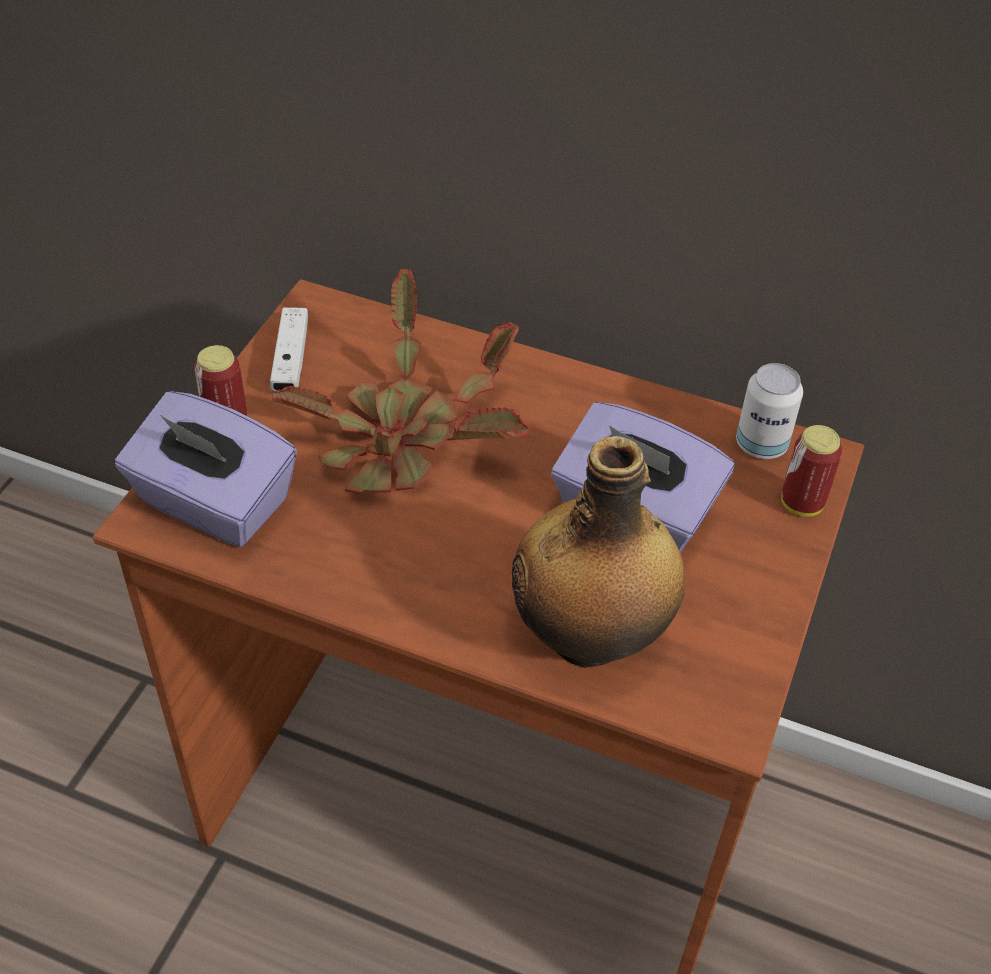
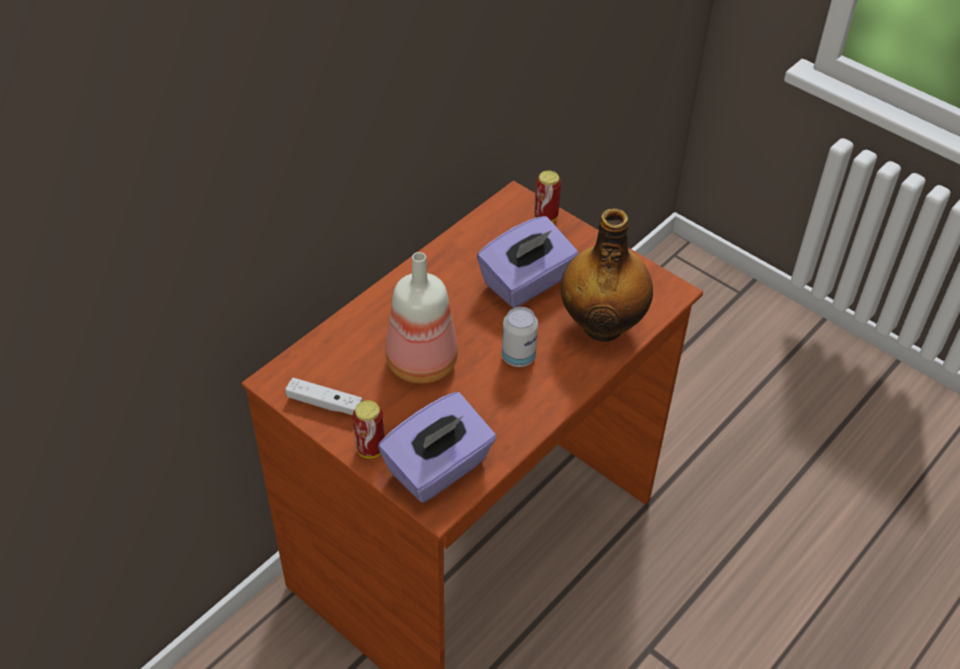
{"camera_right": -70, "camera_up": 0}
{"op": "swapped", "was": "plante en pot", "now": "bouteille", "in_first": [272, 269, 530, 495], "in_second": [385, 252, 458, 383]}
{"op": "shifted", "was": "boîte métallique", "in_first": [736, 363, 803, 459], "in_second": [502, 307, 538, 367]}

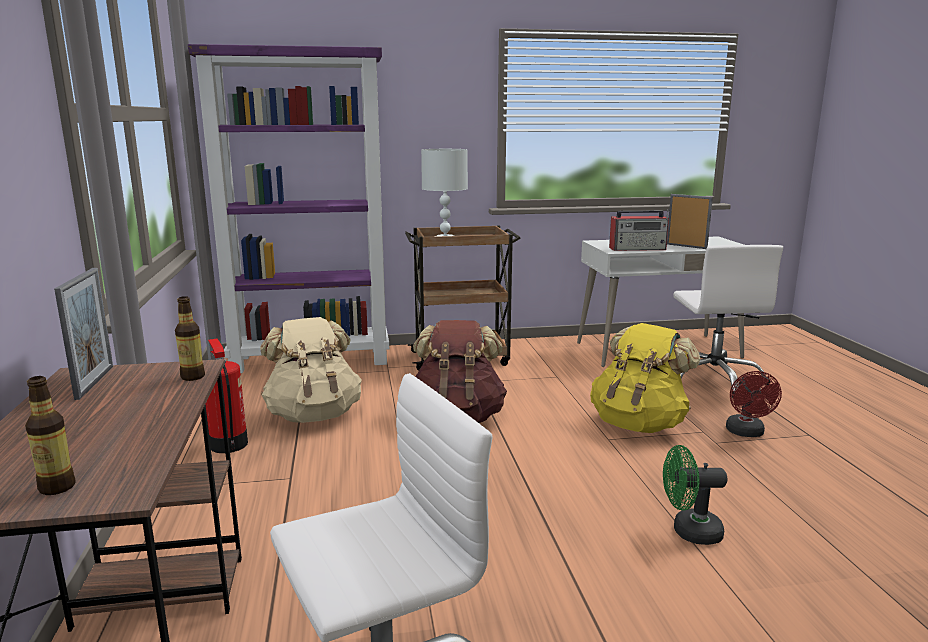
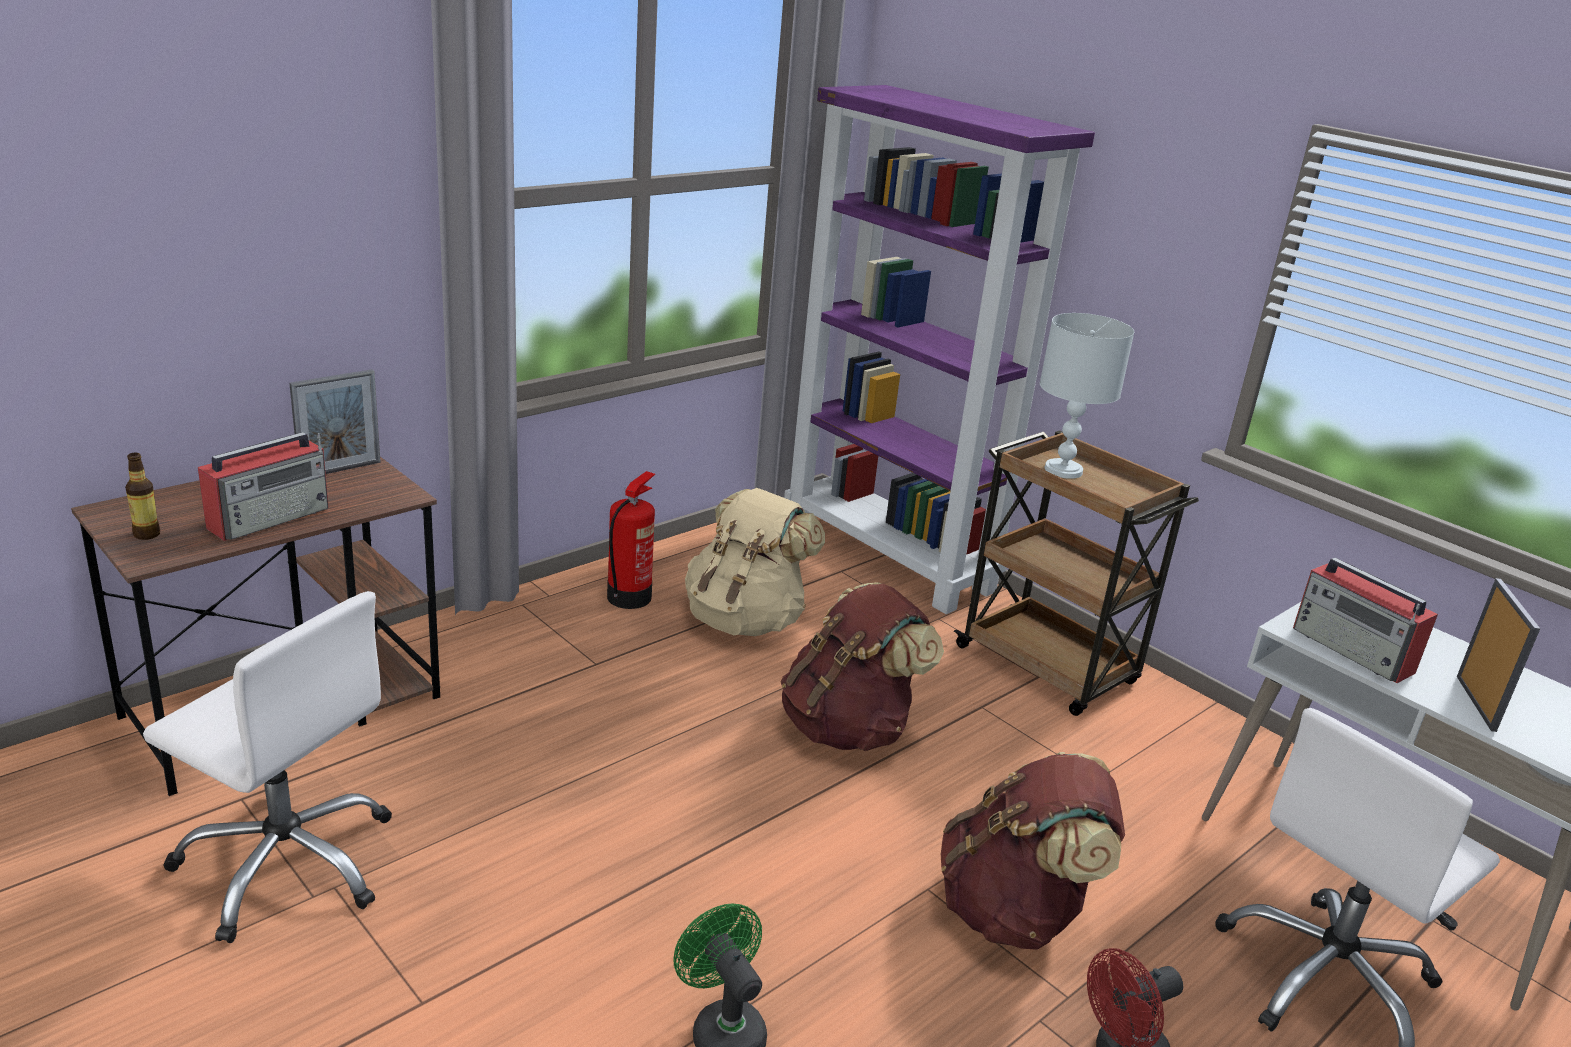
{"camera_right": 55, "camera_up": 10}
{"op": "new", "now": "radio", "in_second": [198, 432, 329, 541]}
{"op": "repainted", "was": "sac à dos/jaune", "now": "sac à dos/marron", "in_first": [590, 323, 700, 433], "in_second": [941, 752, 1125, 950]}
{"op": "gone", "was": "bouteille", "in_first": [175, 296, 205, 381]}

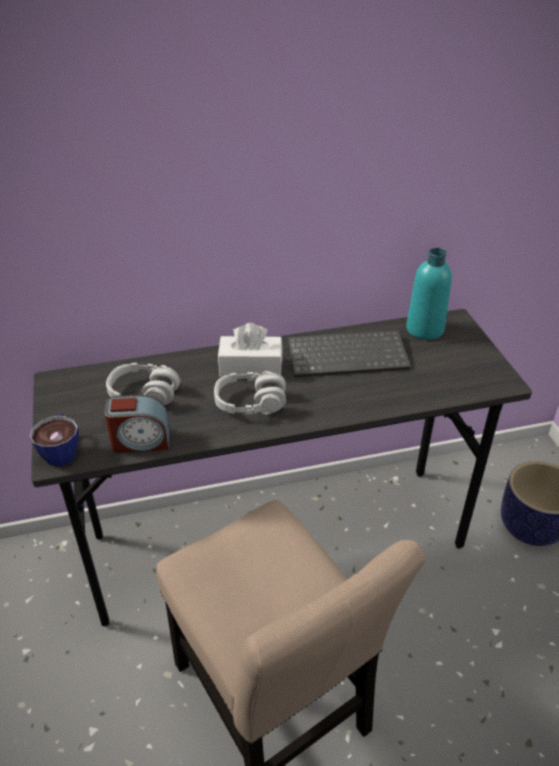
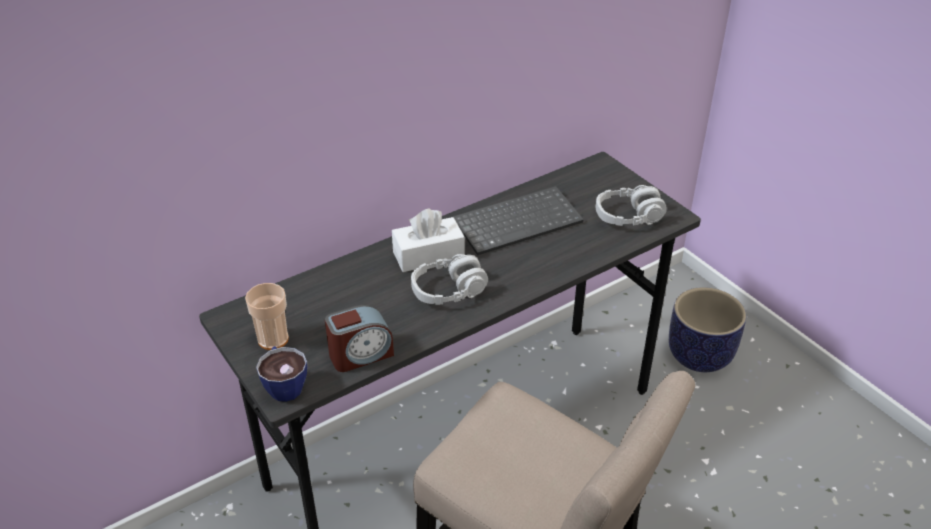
{"camera_right": -20, "camera_up": 0}
{"op": "new", "now": "tasse", "in_second": [245, 283, 289, 350]}
{"op": "shifted", "was": "casque audio/gris", "in_first": [106, 363, 180, 405], "in_second": [596, 185, 667, 226]}
{"op": "gone", "was": "bouteille/turquoise", "in_first": [406, 248, 452, 340]}

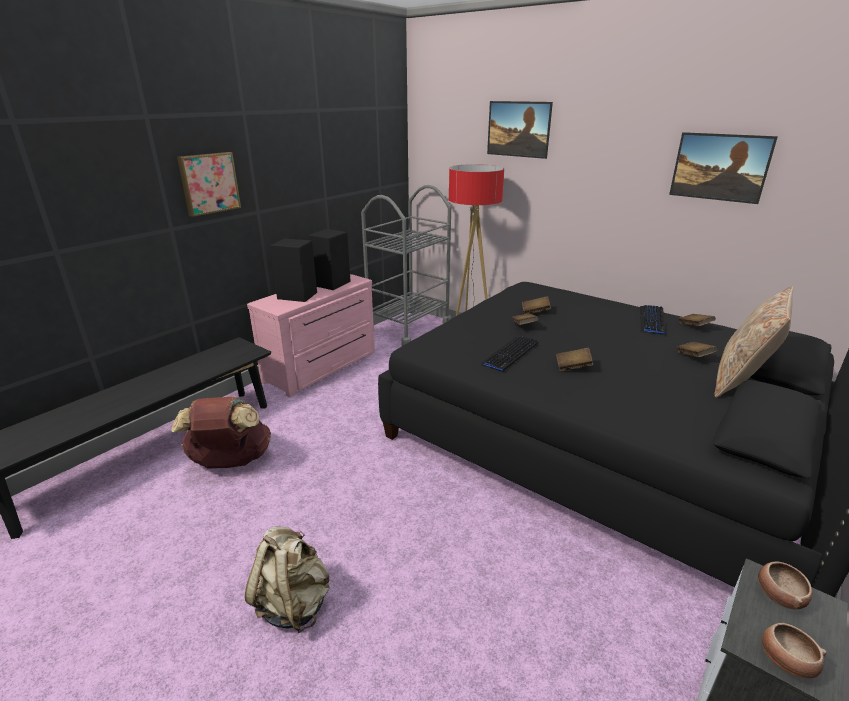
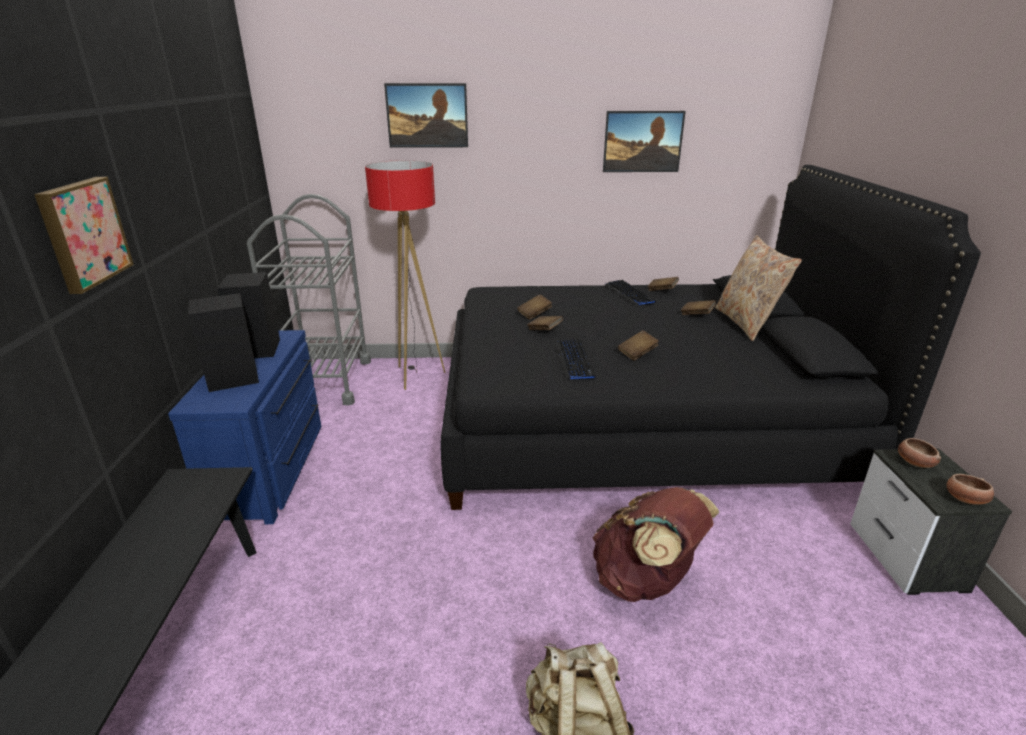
{"camera_right": -40, "camera_up": 0}
{"op": "repainted", "was": "commode/rose", "now": "commode/bleu", "in_first": [247, 274, 375, 397], "in_second": [168, 330, 321, 524]}
{"op": "shifted", "was": "sac à dos/marron", "in_first": [171, 396, 271, 468], "in_second": [593, 487, 719, 602]}

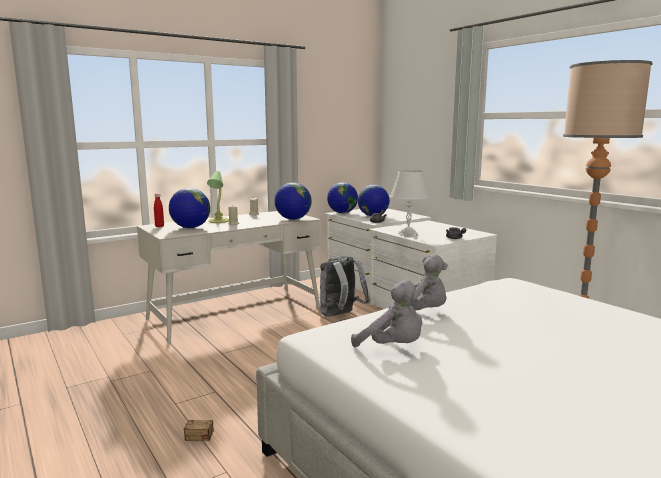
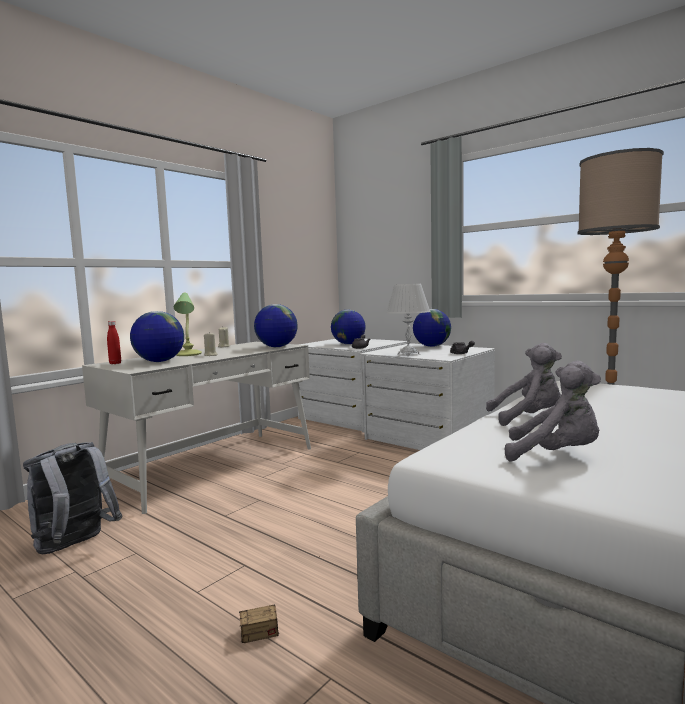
{"camera_right": -15, "camera_up": -5}
{"op": "shifted", "was": "sac à dos/gris", "in_first": [320, 256, 370, 317], "in_second": [23, 442, 122, 554]}
{"op": "shifted", "was": "globe", "in_first": [327, 182, 358, 213], "in_second": [413, 309, 451, 347]}

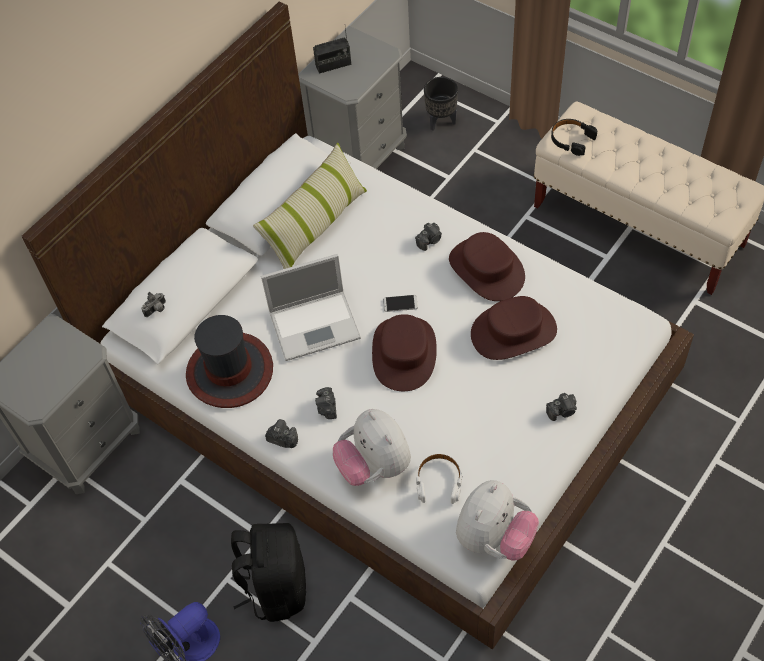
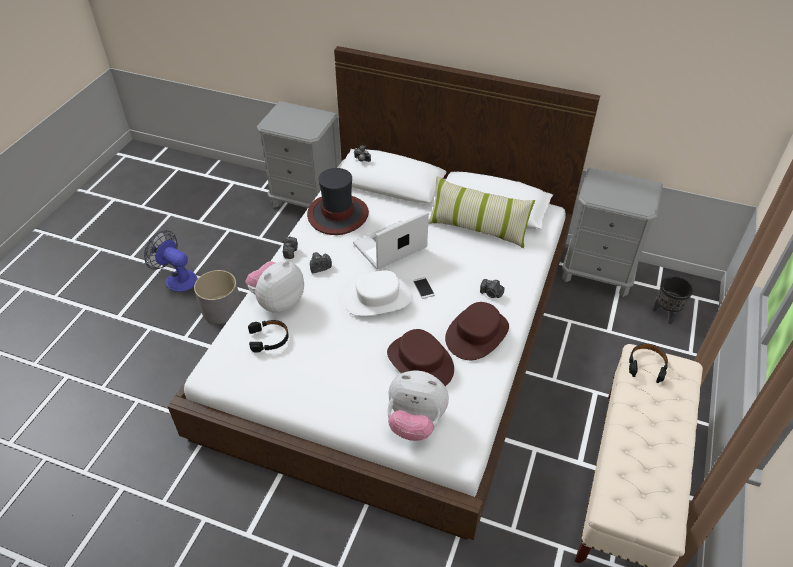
{"camera_right": 70, "camera_up": -10}
{"op": "swapped", "was": "sac à dos/noir", "now": "cache-pot/gris", "in_first": [231, 523, 306, 622], "in_second": [194, 270, 240, 324]}
{"op": "repainted", "was": "casque audio/blanc", "now": "casque audio/noir", "in_first": [416, 453, 462, 504], "in_second": [248, 320, 289, 353]}
{"op": "repainted", "was": "chapeau/marron", "now": "chapeau/blanc", "in_first": [372, 314, 437, 391], "in_second": [343, 270, 413, 316]}
{"op": "rotated", "was": "ordinateur portable", "in_first": [261, 254, 361, 361], "in_second": [353, 211, 429, 270], "clockwise": 90}
{"op": "shifted", "was": "peluche", "in_first": [456, 480, 539, 560], "in_second": [387, 371, 449, 441]}
{"op": "gone", "was": "radio", "in_first": [313, 28, 351, 74]}
{"op": "gone", "was": "appareil photo", "in_first": [546, 393, 577, 421]}

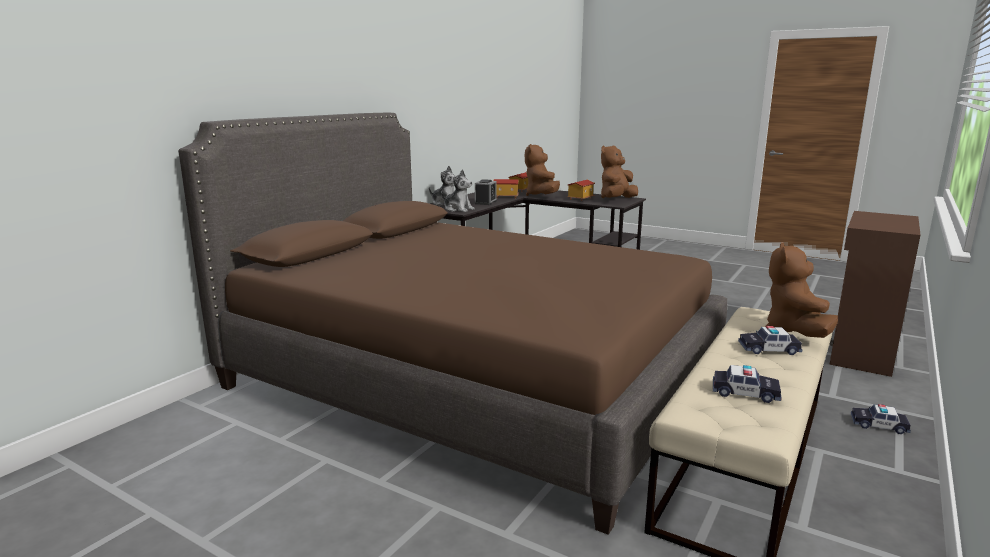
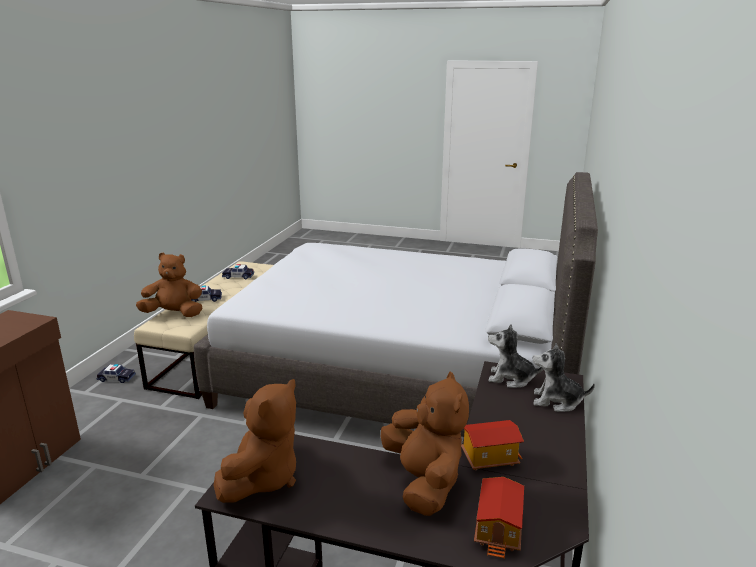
{"camera_right": 165, "camera_up": 5}
{"op": "rotated", "was": "peluche/marron", "in_first": [765, 242, 838, 338], "in_second": [136, 253, 202, 317], "clockwise": -90}
{"op": "repainted", "was": "lit/marron", "now": "lit/gris", "in_first": [178, 113, 727, 535], "in_second": [194, 172, 598, 437]}
{"op": "gone", "was": "réveil", "in_first": [475, 179, 497, 205]}
{"op": "gone", "was": "maison miniature", "in_first": [567, 179, 595, 201]}

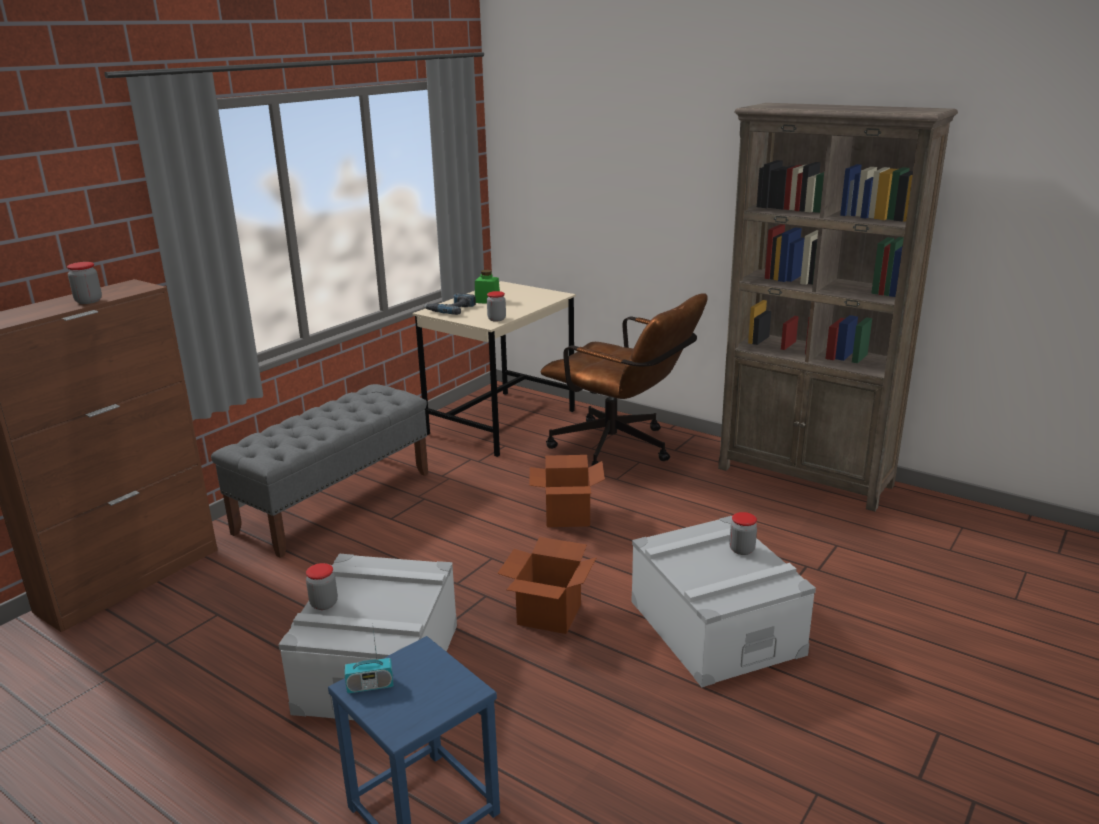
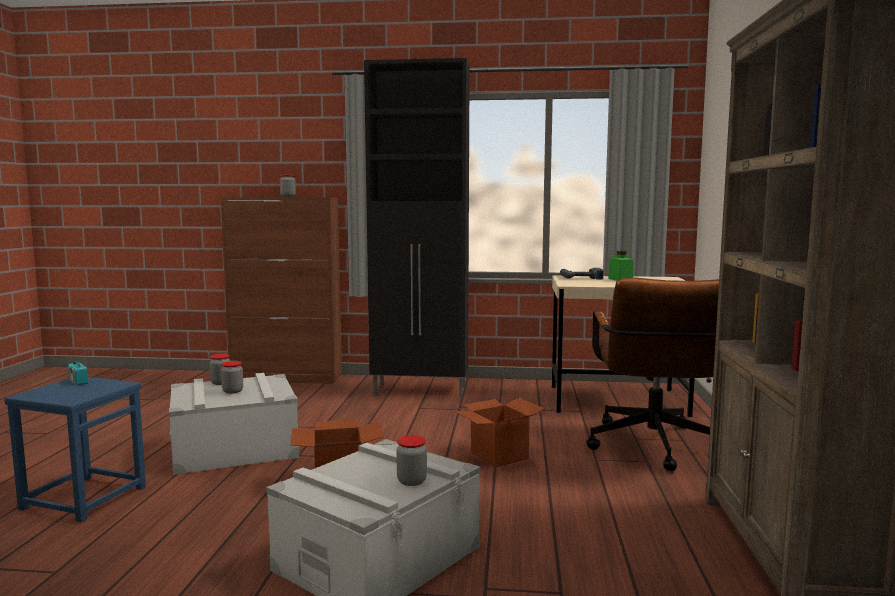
{"camera_right": 60, "camera_up": -15}
{"op": "shifted", "was": "bocal", "in_first": [487, 291, 506, 322], "in_second": [221, 361, 243, 394]}
{"op": "swapped", "was": "banc/gris", "now": "meuble de rangement/noir", "in_first": [211, 384, 428, 558], "in_second": [364, 58, 470, 398]}

